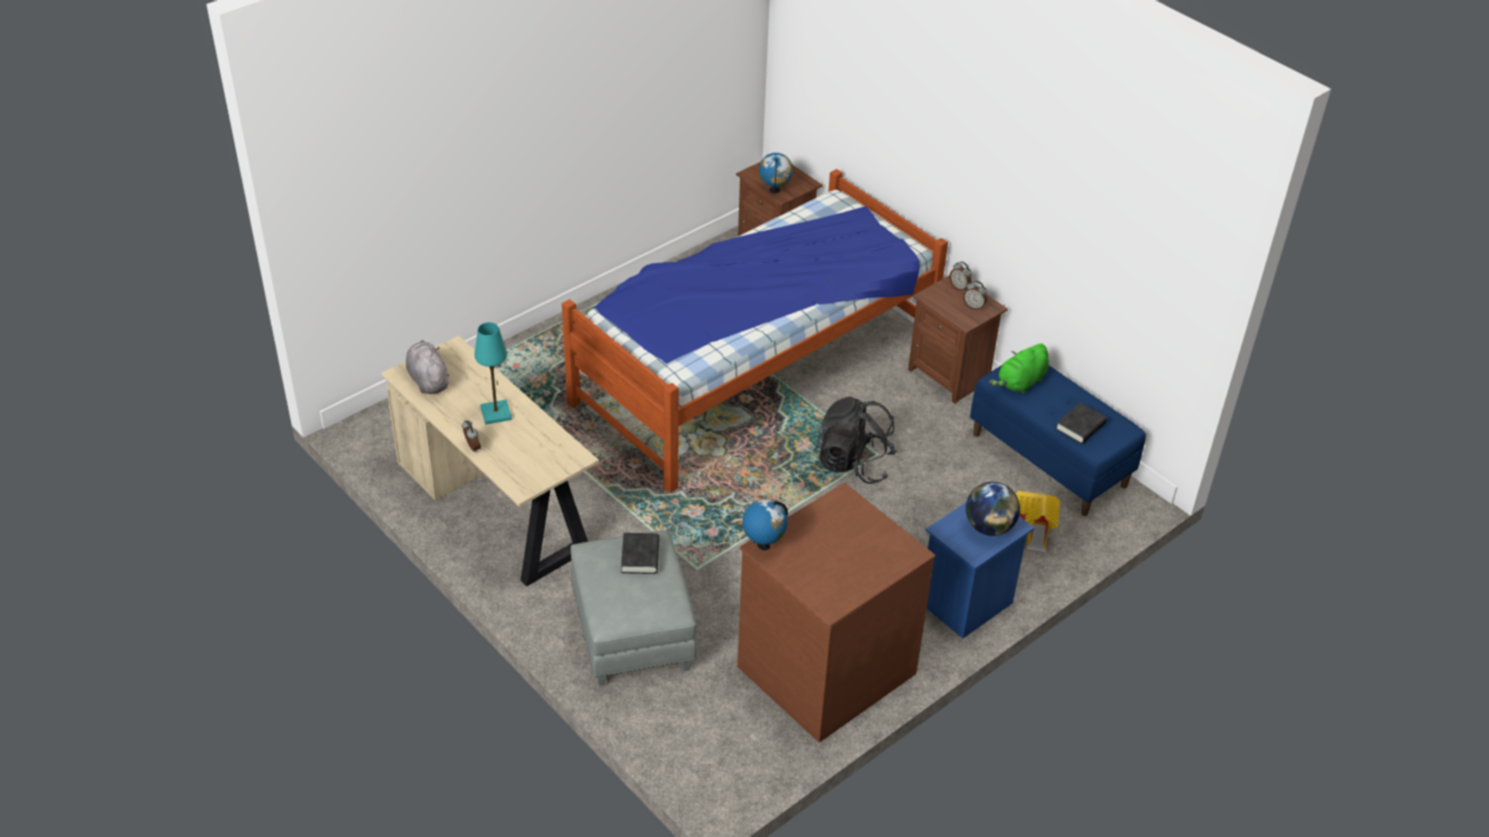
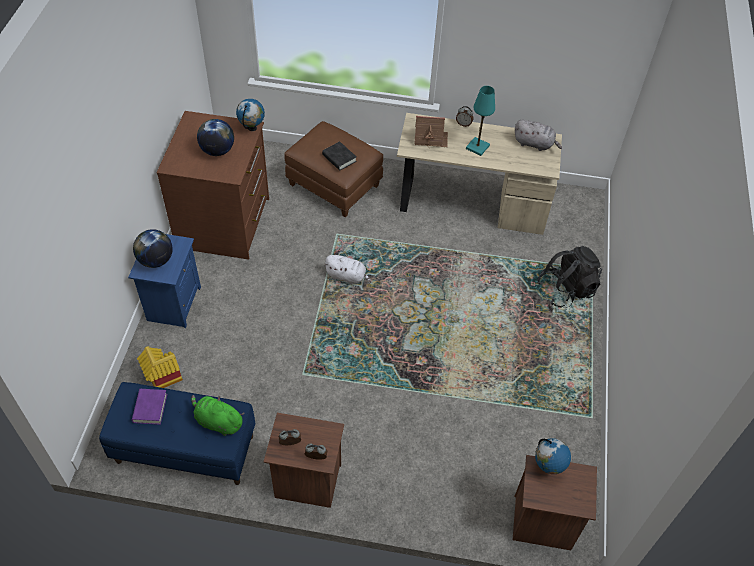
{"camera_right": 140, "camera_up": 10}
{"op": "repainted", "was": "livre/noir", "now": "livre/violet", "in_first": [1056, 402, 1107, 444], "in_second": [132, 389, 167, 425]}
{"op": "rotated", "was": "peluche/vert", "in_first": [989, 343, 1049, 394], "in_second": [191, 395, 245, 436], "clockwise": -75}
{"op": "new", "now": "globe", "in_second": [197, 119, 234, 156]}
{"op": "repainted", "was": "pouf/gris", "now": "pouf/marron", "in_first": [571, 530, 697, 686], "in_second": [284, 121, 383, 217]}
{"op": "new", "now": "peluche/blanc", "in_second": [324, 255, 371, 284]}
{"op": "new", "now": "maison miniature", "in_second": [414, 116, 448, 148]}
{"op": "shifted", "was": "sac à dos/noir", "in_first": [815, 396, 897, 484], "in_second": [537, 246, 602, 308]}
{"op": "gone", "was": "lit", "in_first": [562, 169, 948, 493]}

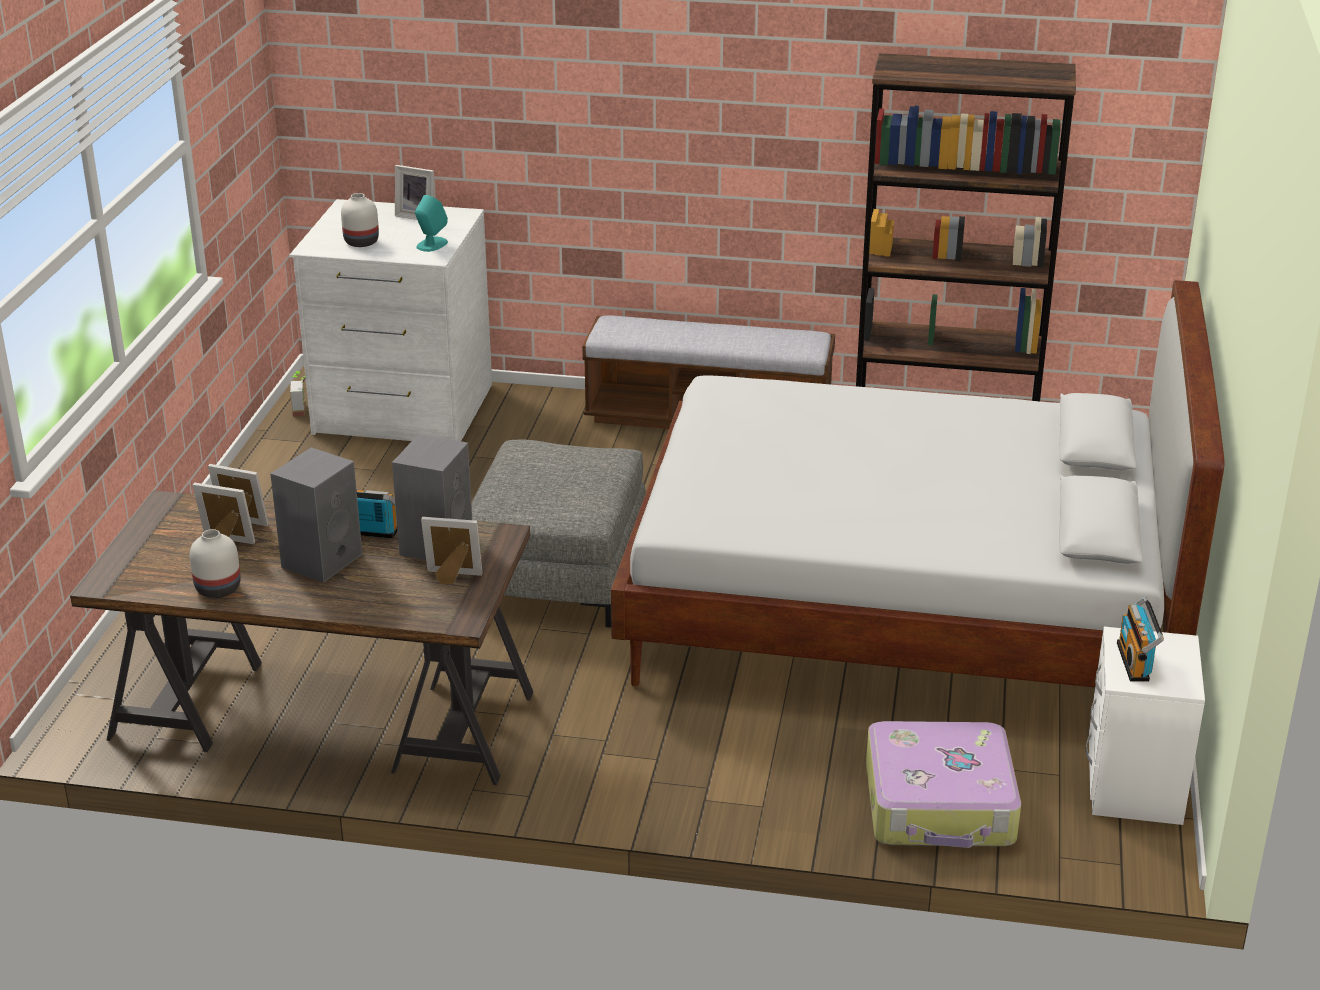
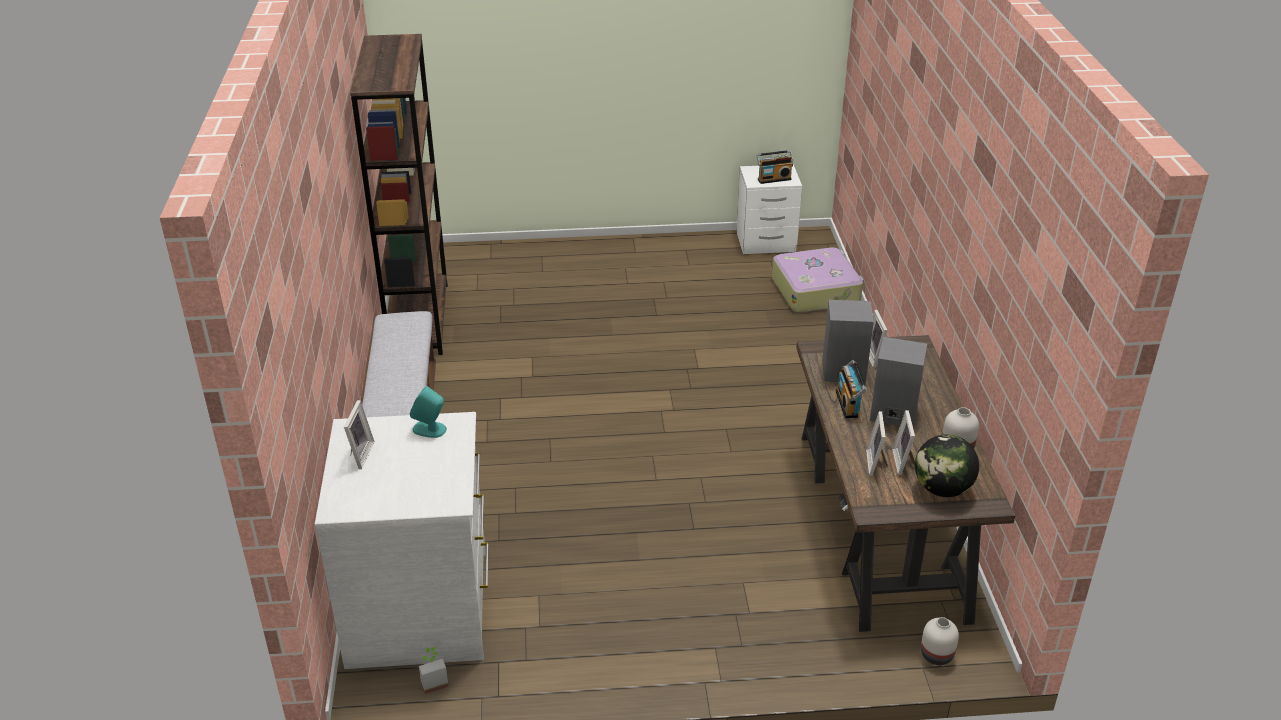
{"camera_right": -105, "camera_up": 5}
{"op": "new", "now": "globe", "in_second": [915, 434, 979, 497]}
{"op": "shifted", "was": "vase/blanc", "in_first": [341, 193, 379, 247], "in_second": [921, 617, 959, 665]}
{"op": "gone", "was": "pouf/gris", "in_first": [471, 440, 646, 628]}
{"op": "gone", "was": "lit/blanc", "in_first": [611, 280, 1224, 687]}

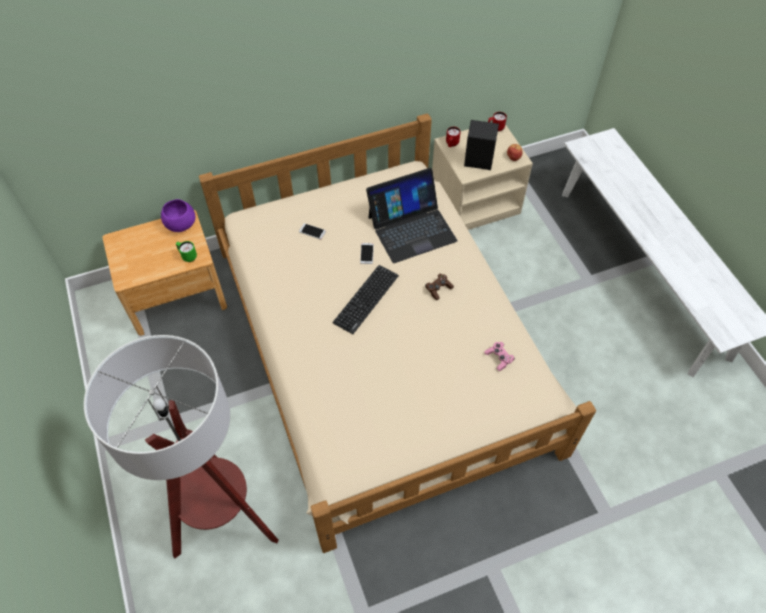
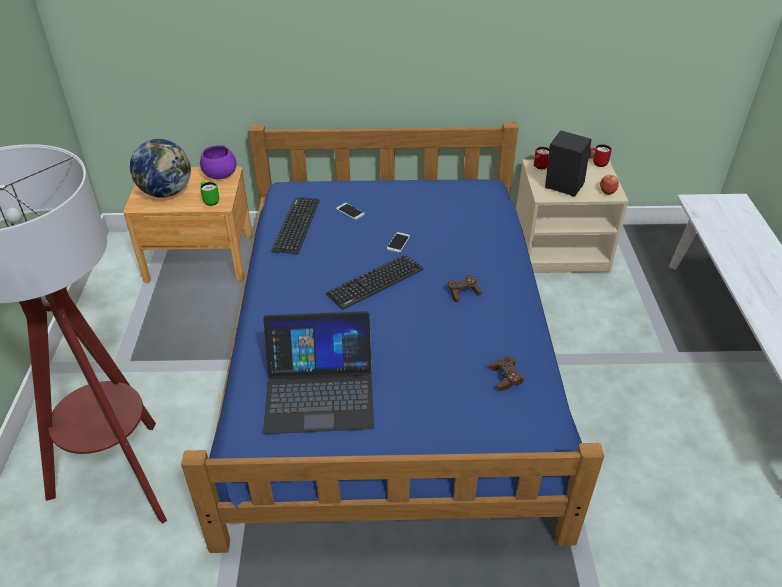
{"camera_right": 20, "camera_up": -15}
{"op": "new", "now": "globe", "in_second": [130, 139, 191, 198]}
{"op": "repainted", "was": "lit/beige", "now": "lit/bleu", "in_first": [199, 113, 596, 553], "in_second": [181, 122, 604, 553]}
{"op": "shifted", "was": "ordinateur portable", "in_first": [366, 168, 457, 263], "in_second": [263, 311, 374, 434]}
{"op": "new", "now": "clavier", "in_second": [271, 197, 320, 254]}
{"op": "repainted", "was": "manette/rose", "now": "manette/marron", "in_first": [484, 342, 515, 371], "in_second": [489, 356, 524, 391]}

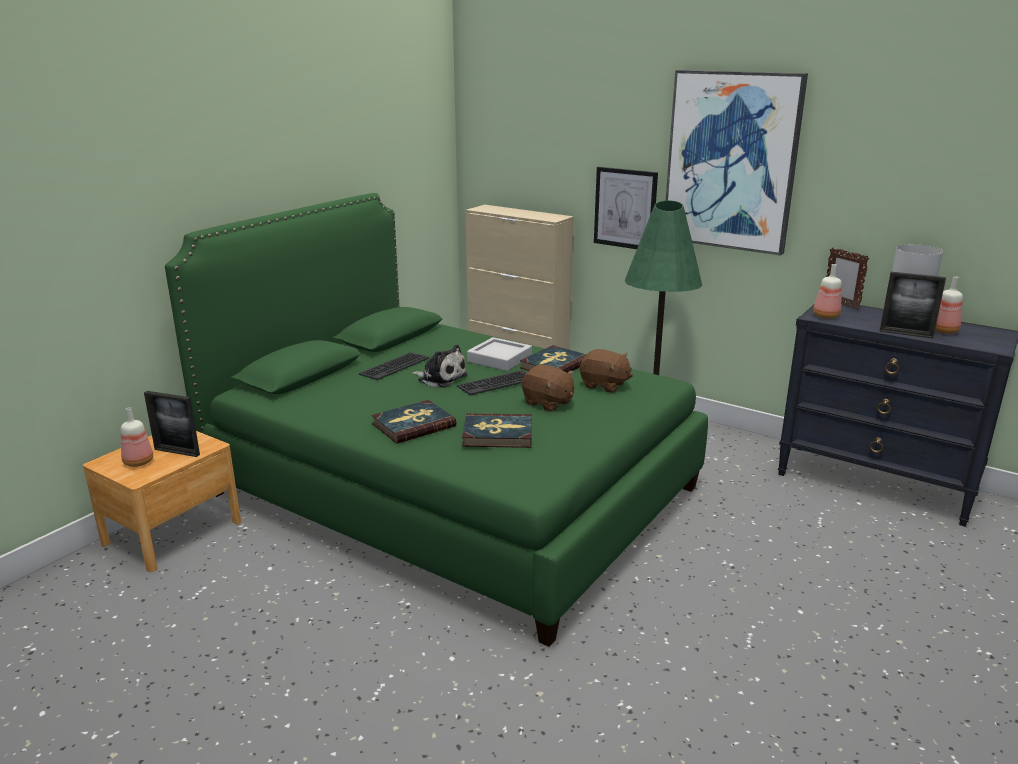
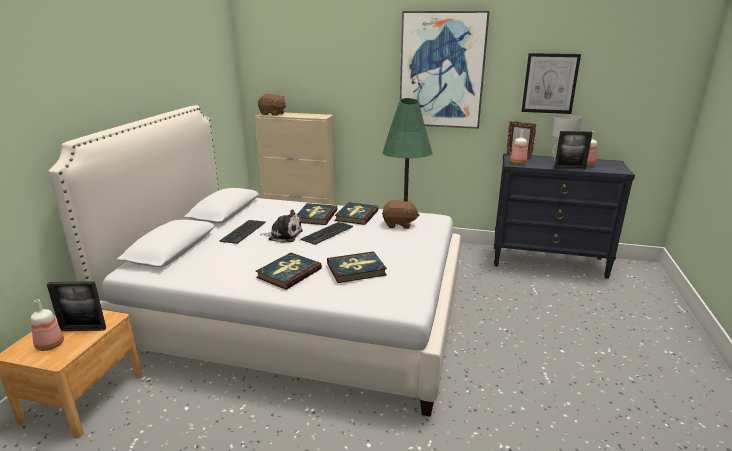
{"camera_right": -20, "camera_up": 0}
{"op": "repainted", "was": "lit/vert", "now": "lit/blanc", "in_first": [165, 193, 708, 647], "in_second": [48, 105, 461, 417]}
{"op": "shifted", "was": "peluche/marron", "in_first": [522, 364, 574, 412], "in_second": [258, 94, 286, 116]}
{"op": "swapped", "was": "plateau/gris", "now": "livre", "in_first": [467, 337, 532, 371], "in_second": [297, 203, 338, 225]}
{"op": "shifted", "was": "tableau", "in_first": [594, 167, 658, 249], "in_second": [521, 53, 581, 114]}

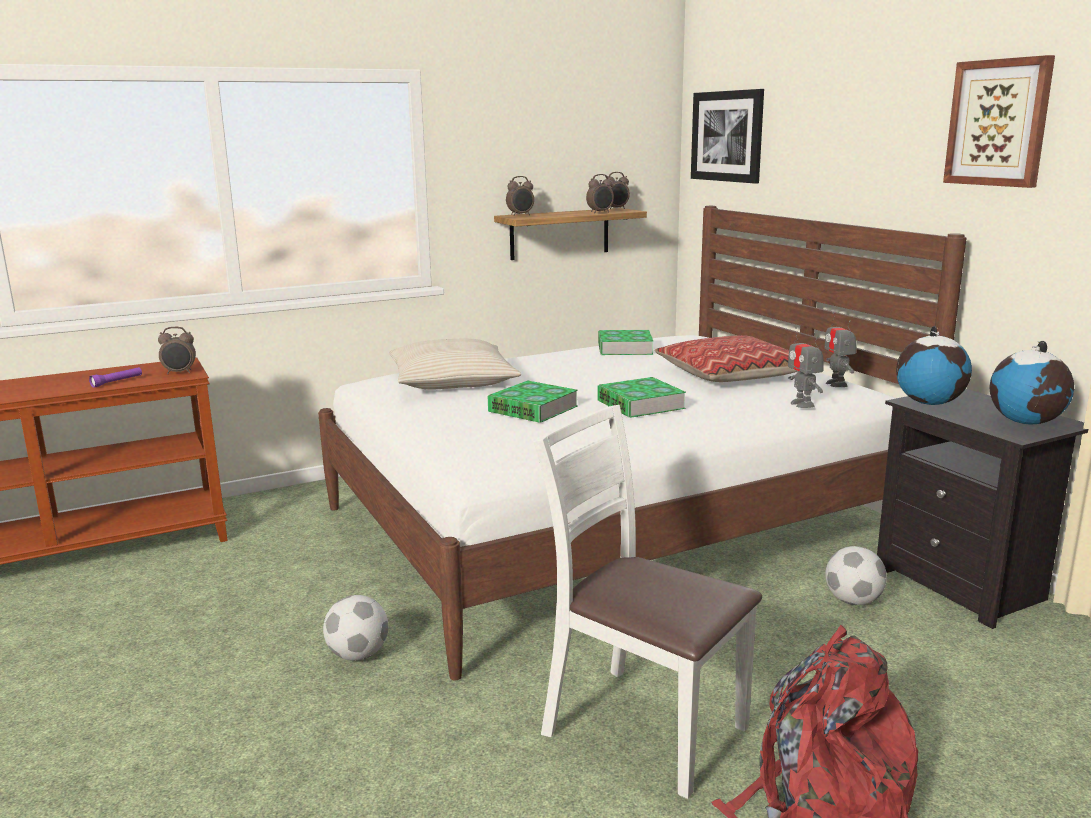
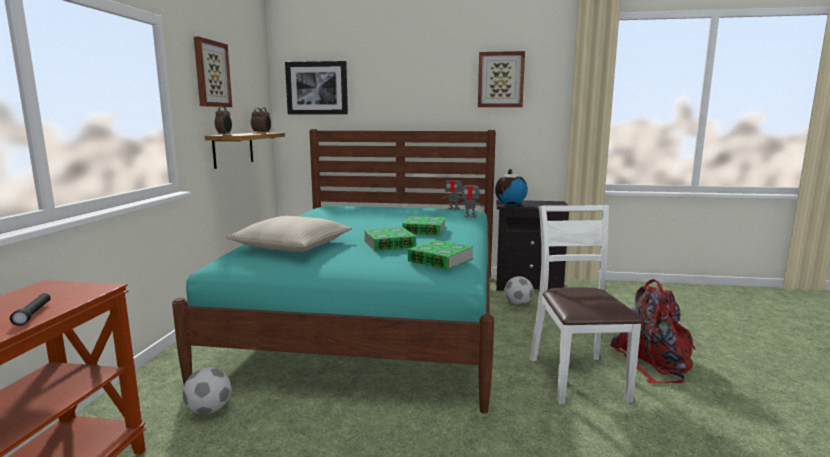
{"camera_right": -55, "camera_up": -5}
{"op": "repainted", "was": "lampe de poche/violet", "now": "lampe de poche/noir", "in_first": [89, 367, 142, 388], "in_second": [10, 293, 51, 326]}
{"op": "repainted", "was": "lit/blanc", "now": "lit/turquoise", "in_first": [318, 206, 966, 681], "in_second": [172, 129, 496, 414]}
{"op": "shifted", "was": "ballon de foot", "in_first": [323, 595, 388, 661], "in_second": [183, 367, 231, 414]}
{"op": "new", "now": "tableau", "in_second": [194, 37, 232, 107]}
{"op": "shifted", "was": "livre", "in_first": [598, 330, 654, 355], "in_second": [408, 240, 474, 270]}
{"op": "rotated", "was": "chaise/blanc", "in_first": [533, 405, 762, 799], "in_second": [530, 205, 644, 404], "clockwise": 105}
{"op": "gone", "was": "réveil", "in_first": [158, 327, 196, 374]}
{"op": "gone", "was": "coussin", "in_first": [655, 335, 799, 382]}
{"op": "gone", "was": "globe", "in_first": [989, 341, 1074, 425]}

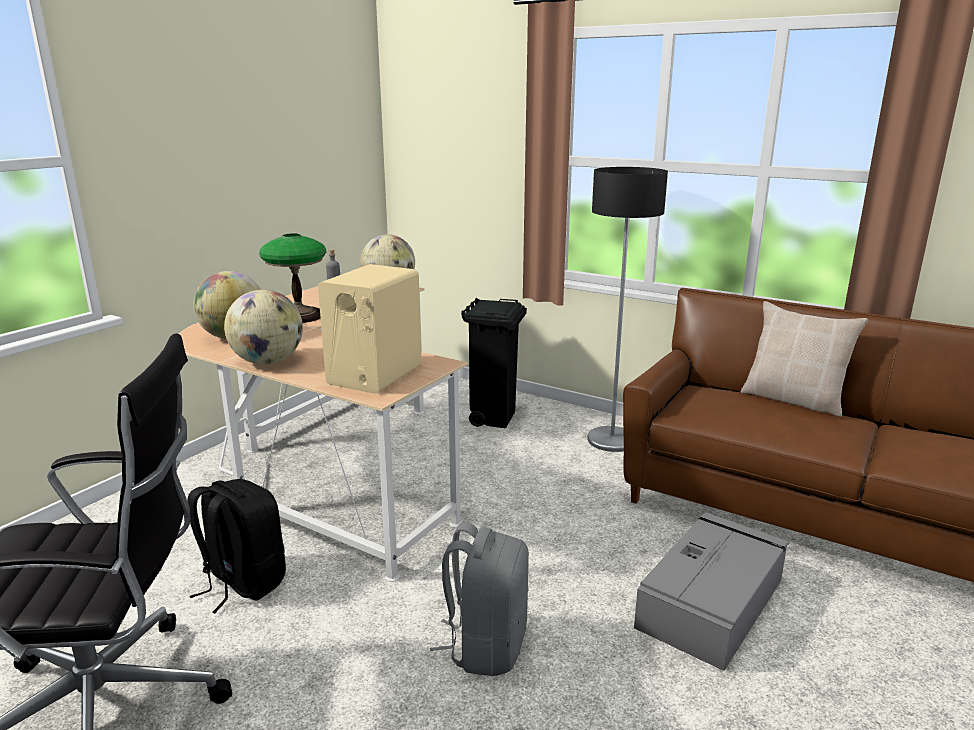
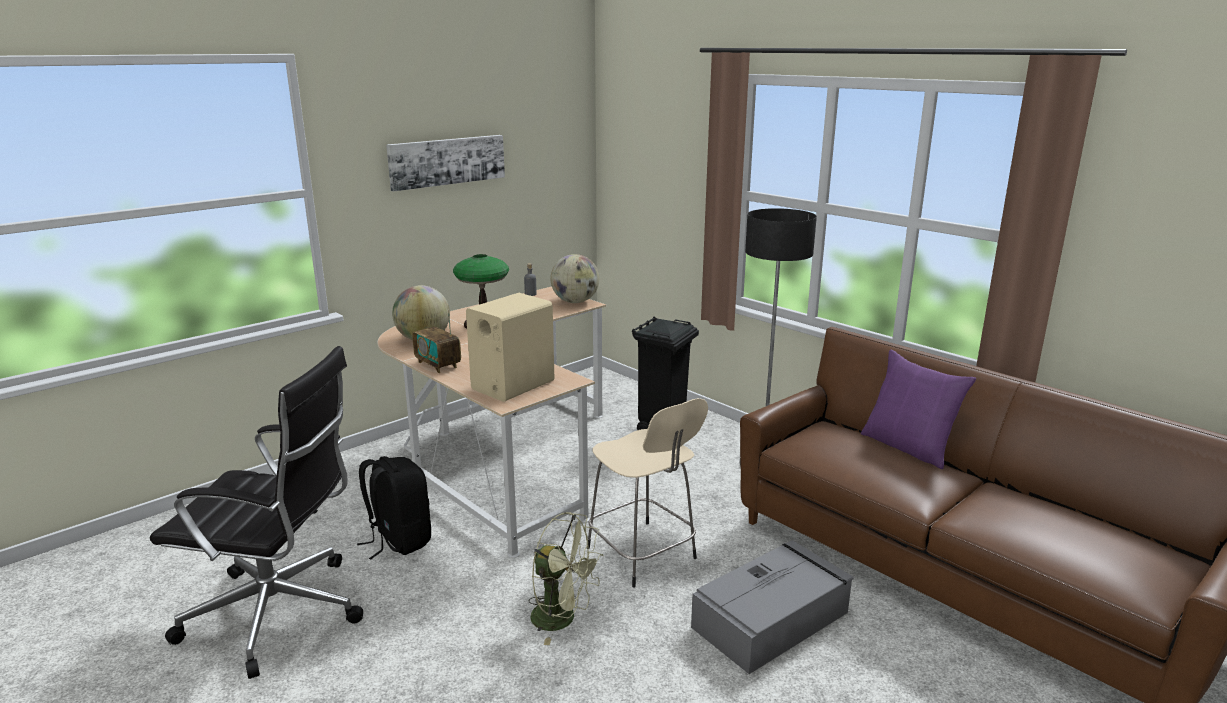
{"camera_right": 15, "camera_up": 0}
{"op": "new", "now": "tableau", "in_second": [386, 135, 505, 191]}
{"op": "swapped", "was": "globe", "now": "radio", "in_first": [224, 290, 303, 365], "in_second": [412, 310, 461, 373]}
{"op": "swapped", "was": "sac à dos/gris", "now": "ventilateur/vert", "in_first": [430, 522, 529, 676], "in_second": [528, 512, 604, 645]}
{"op": "new", "now": "tabouret/beige", "in_second": [588, 398, 708, 588]}
{"op": "repainted", "was": "coussin/beige", "now": "coussin/violet", "in_first": [741, 301, 868, 417], "in_second": [861, 350, 976, 469]}

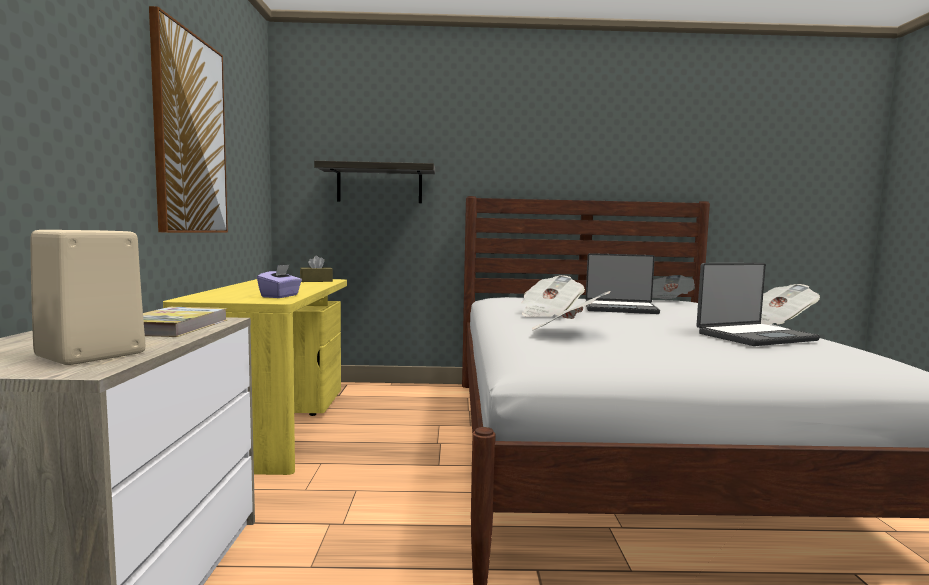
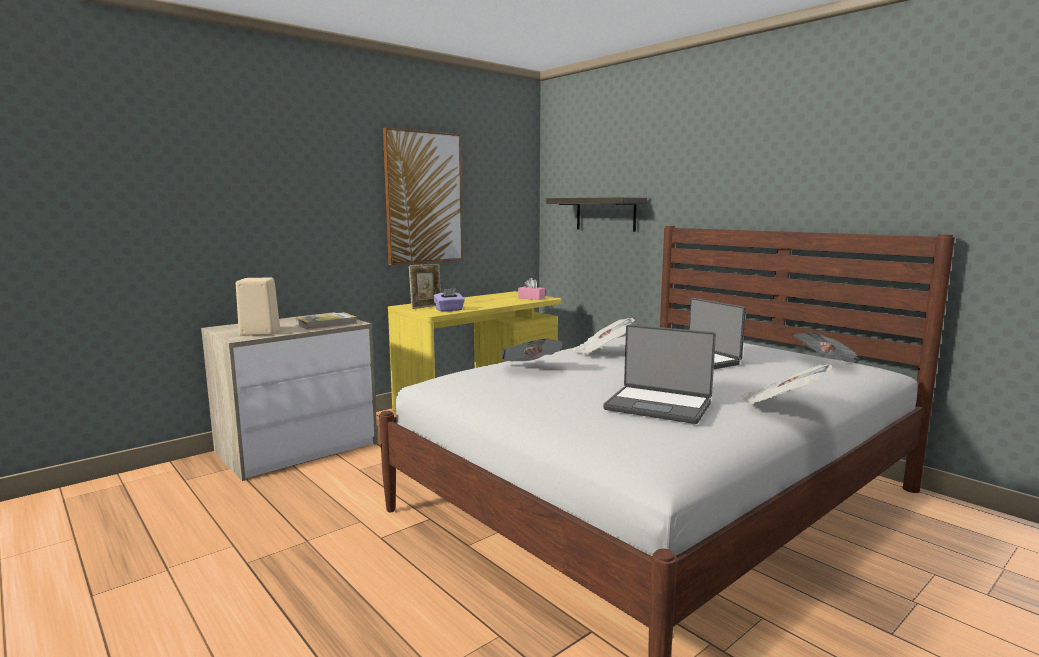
{"camera_right": 50, "camera_up": 5}
{"op": "new", "now": "cadre photo", "in_second": [409, 264, 441, 309]}
{"op": "repainted", "was": "boîte à mouchoirs/marron", "now": "boîte à mouchoirs/rose", "in_first": [300, 255, 333, 282], "in_second": [518, 278, 545, 300]}

